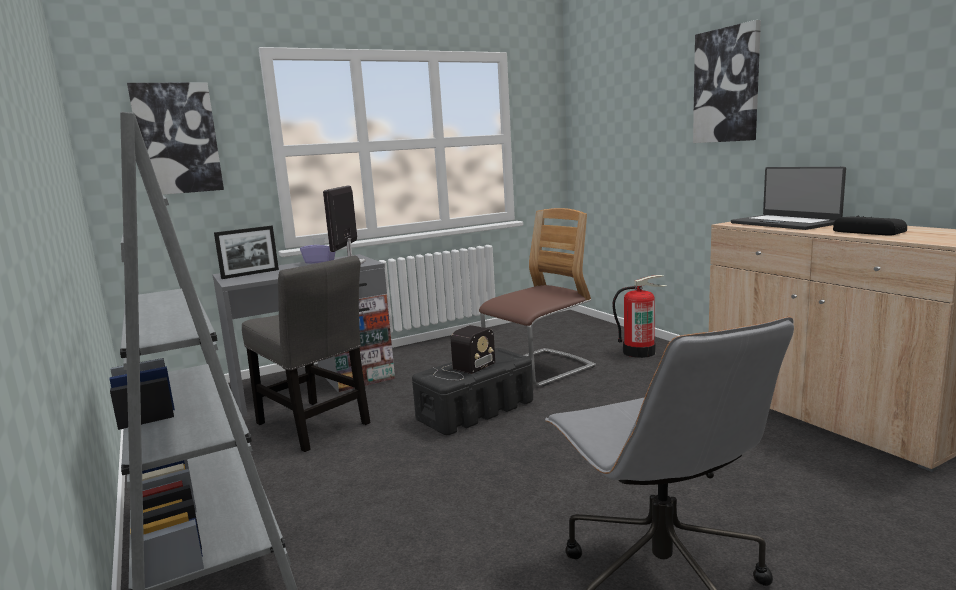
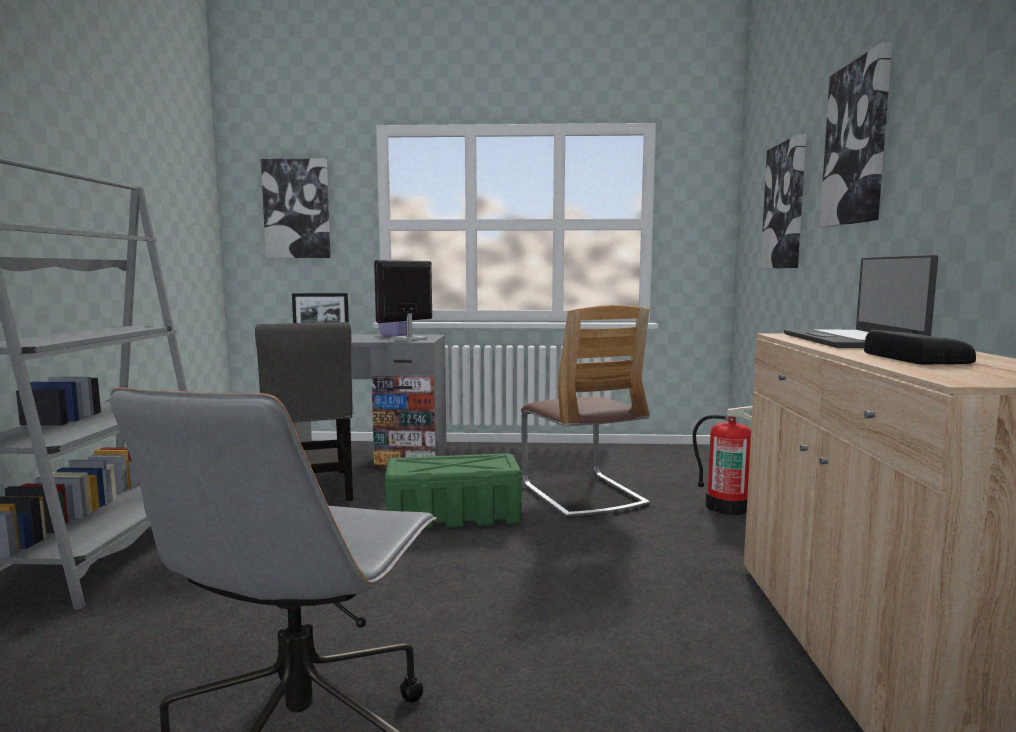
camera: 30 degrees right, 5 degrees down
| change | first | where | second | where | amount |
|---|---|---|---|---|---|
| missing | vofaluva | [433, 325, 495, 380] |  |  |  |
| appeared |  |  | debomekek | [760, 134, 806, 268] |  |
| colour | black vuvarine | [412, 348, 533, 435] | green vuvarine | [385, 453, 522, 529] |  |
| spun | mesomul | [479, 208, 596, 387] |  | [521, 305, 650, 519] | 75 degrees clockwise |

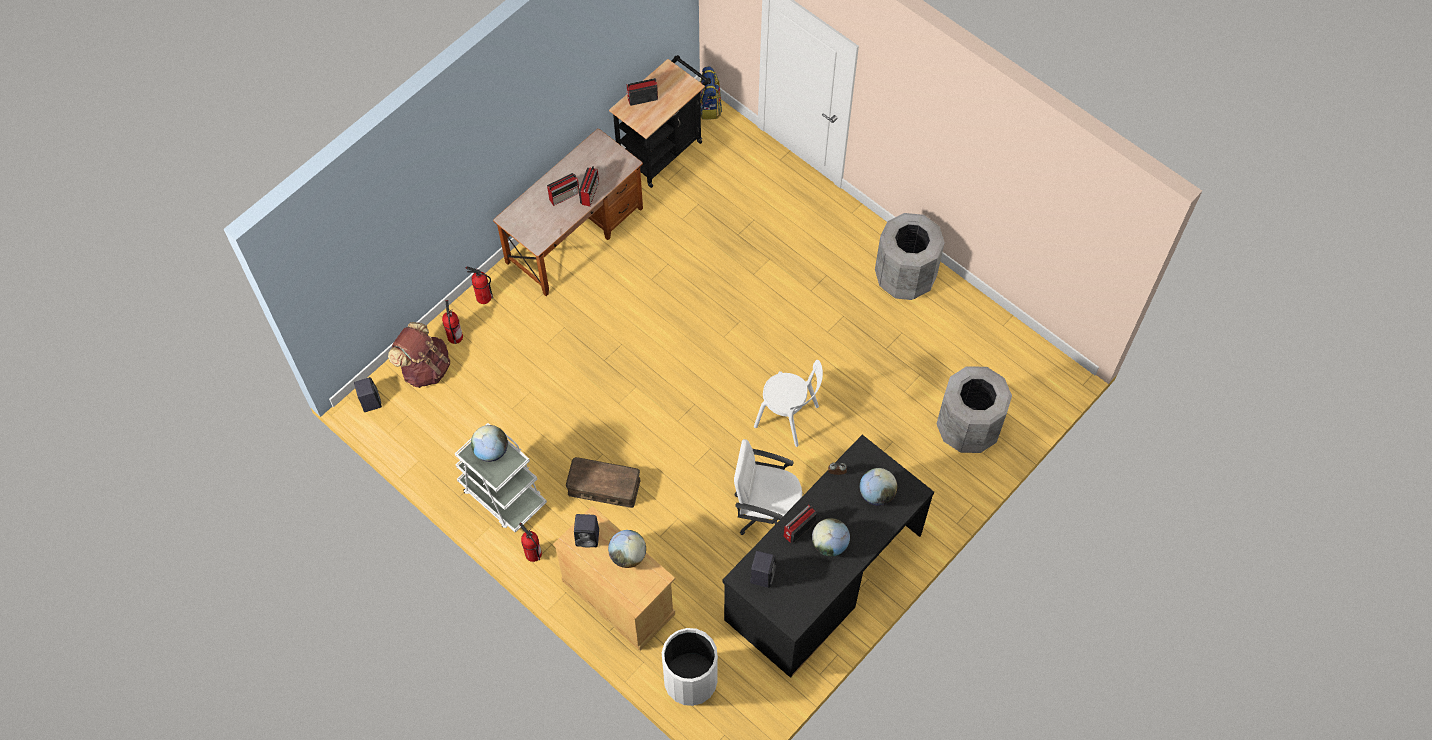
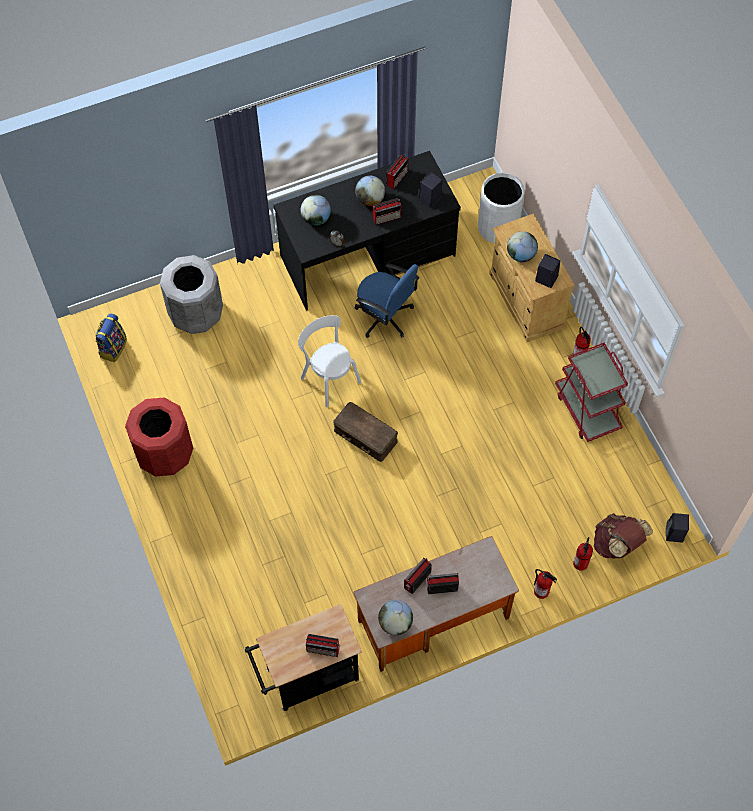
camera: 155 degrees left, 0 degrees up
| change | first | where | second | where | amount |
|---|---|---|---|---|---|
| appeared |  |  | vofaluva | [386, 154, 408, 189] |  |
| relocated | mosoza | [471, 425, 508, 462] |  | [378, 600, 413, 635] |  |
| relocated | brown vuvarine | [566, 457, 641, 508] |  | [333, 402, 398, 462] |  |
| relocated | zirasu | [700, 67, 722, 120] |  | [95, 313, 127, 362] |  |
| colour | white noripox | [455, 423, 547, 533] | red noripox | [555, 343, 628, 442] |  |
| colour | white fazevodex | [734, 439, 802, 535] | blue fazevodex | [355, 263, 419, 338] |  |
| colour | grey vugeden | [875, 213, 945, 300] | red vugeden | [125, 397, 193, 476] |  |

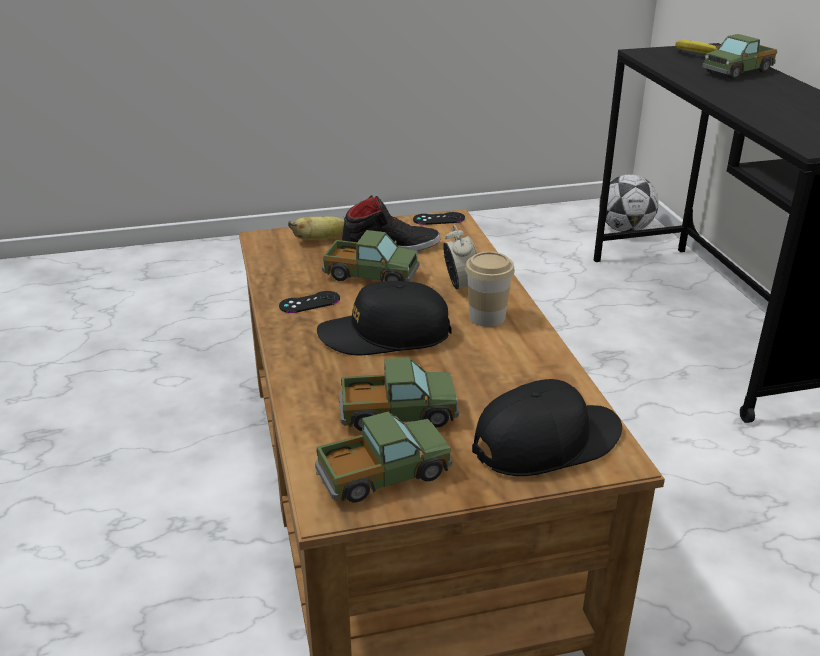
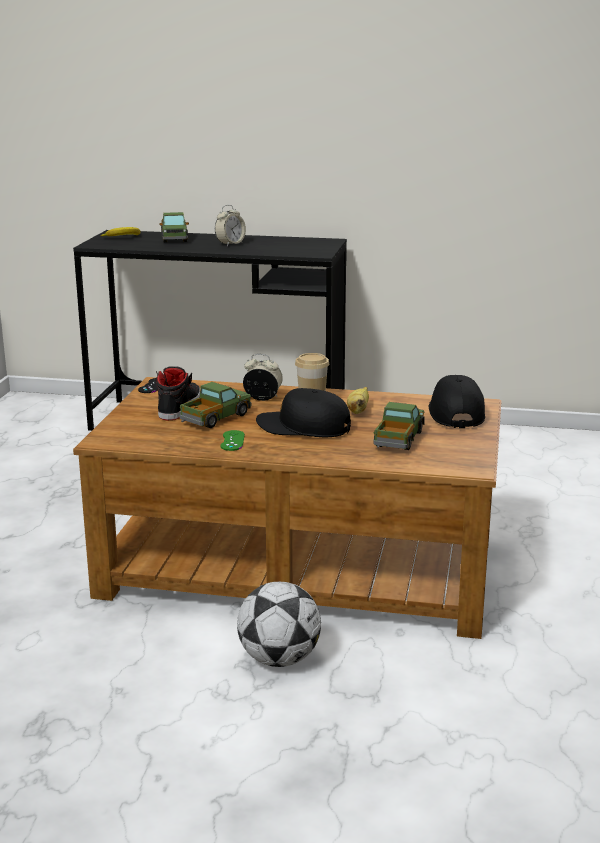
camera: 65 degrees left, 10 degrees down
| change | first | where | second | where | amount |
|---|---|---|---|---|---|
| missing | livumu | [315, 412, 452, 502] |  |  |  |
| appeared |  |  | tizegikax | [215, 205, 246, 246] |  |
| relocated | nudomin | [288, 217, 344, 240] |  | [347, 387, 369, 414] |  |
| relocated | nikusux | [599, 174, 659, 232] |  | [237, 582, 321, 667] |  |
| colour | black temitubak | [279, 291, 340, 313] | green temitubak | [220, 430, 245, 451] |  |
| spun | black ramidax | [317, 281, 452, 355] |  | [256, 388, 351, 437] | 90 degrees clockwise |

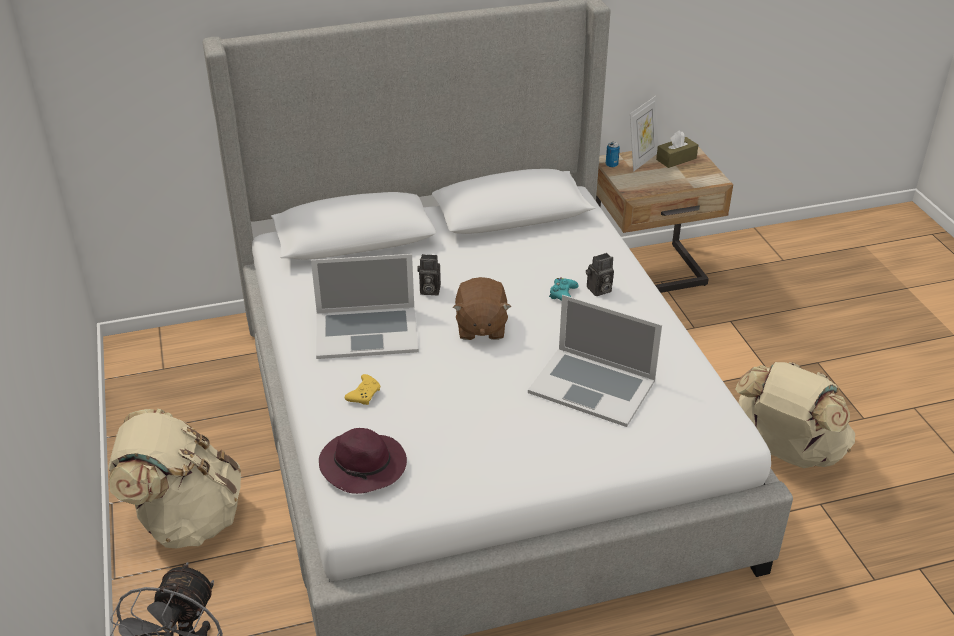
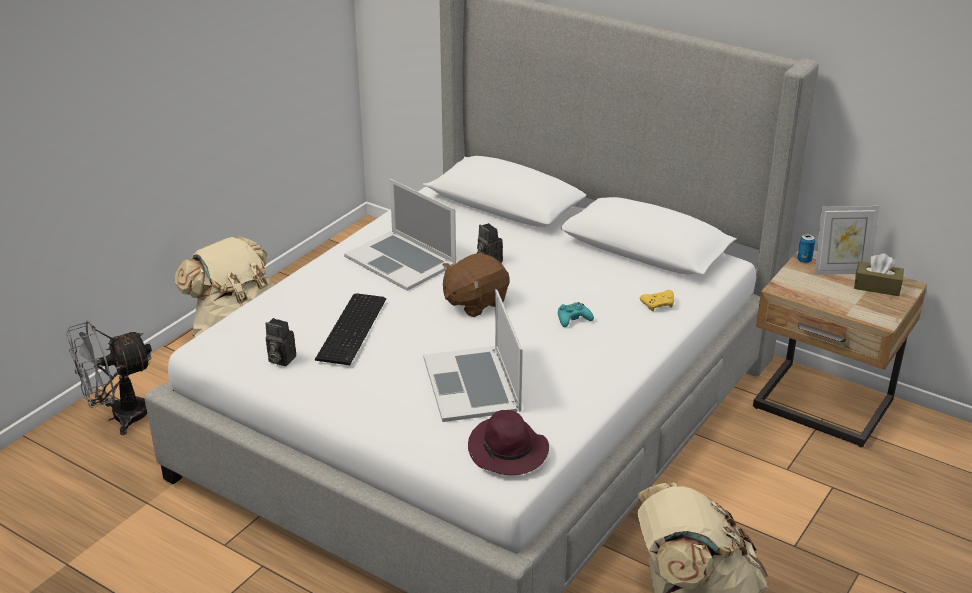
camera: 50 degrees right, 5 degrees down
| change | first | where | second | where | amount |
|---|---|---|---|---|---|
| appeared |  |  | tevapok | [315, 293, 386, 365] |  |
| relocated | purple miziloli | [319, 428, 407, 494] |  | [468, 410, 549, 475] |  |
| relocated | yellow temitubak | [345, 374, 380, 405] |  | [640, 290, 674, 311] |  |
| relocated | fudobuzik | [586, 253, 614, 296] |  | [265, 318, 296, 366] |  |

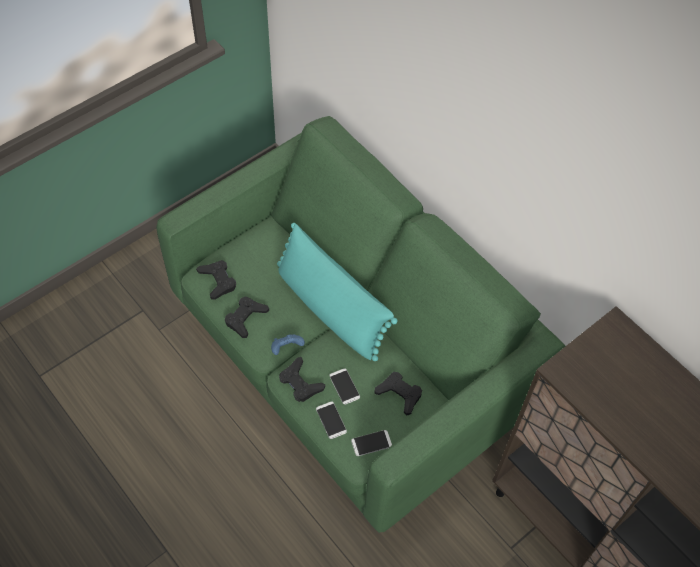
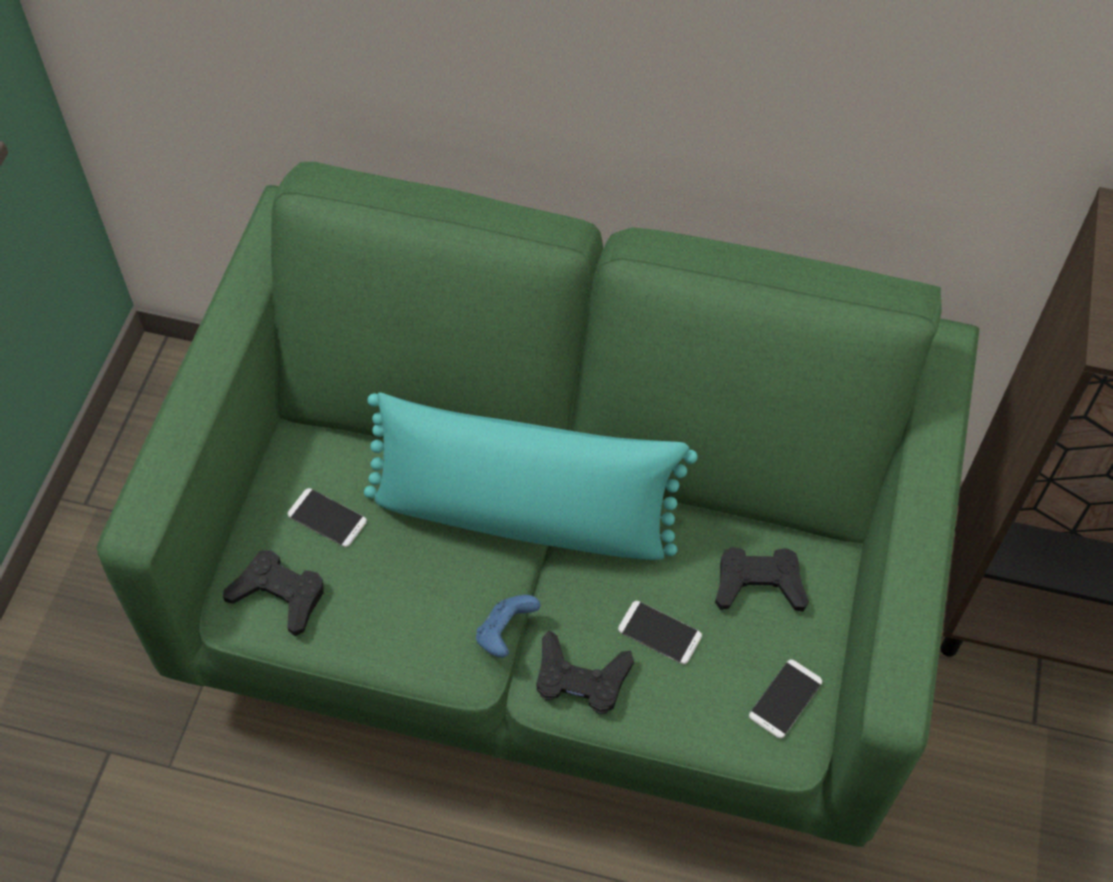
camera: 35 degrees left, 0 degrees up
| change | first | where | second | where | amount |
|---|---|---|---|---|---|
| missing | black temitubak | [225, 296, 269, 338] |  |  |  |
| relocated | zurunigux | [316, 401, 347, 439] |  | [287, 488, 367, 547] |  |

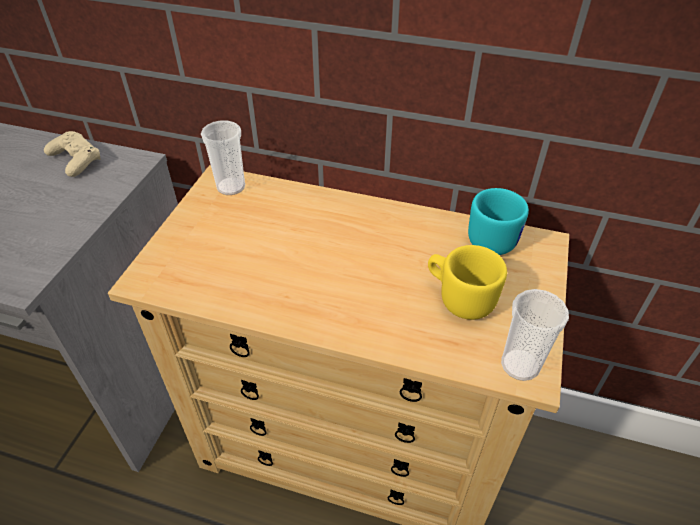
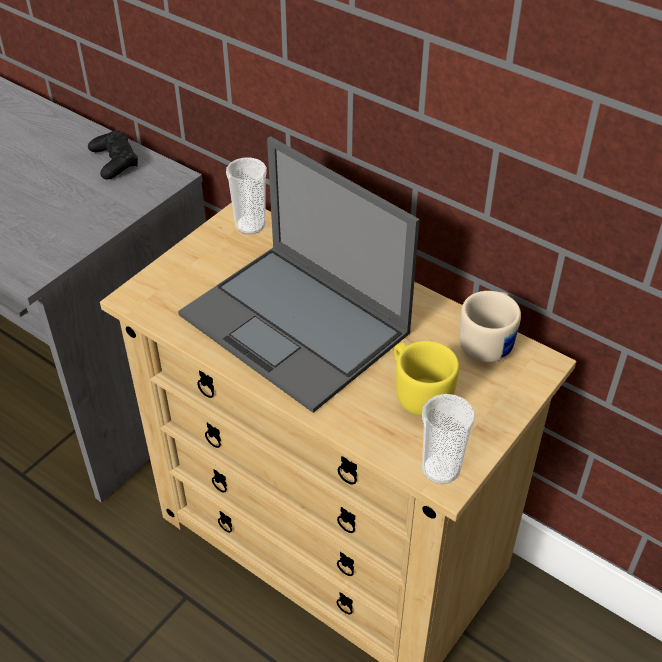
camera: 20 degrees right, 0 degrees up
| change | first | where | second | where | amount |
|---|---|---|---|---|---|
| appeared |  |  | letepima | [178, 137, 420, 413] |  |
| colour | beige temitubak | [44, 131, 100, 177] | black temitubak | [88, 131, 138, 180] |  |
| colour | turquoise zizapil | [468, 188, 529, 255] | beige zizapil | [459, 291, 521, 363] |  |

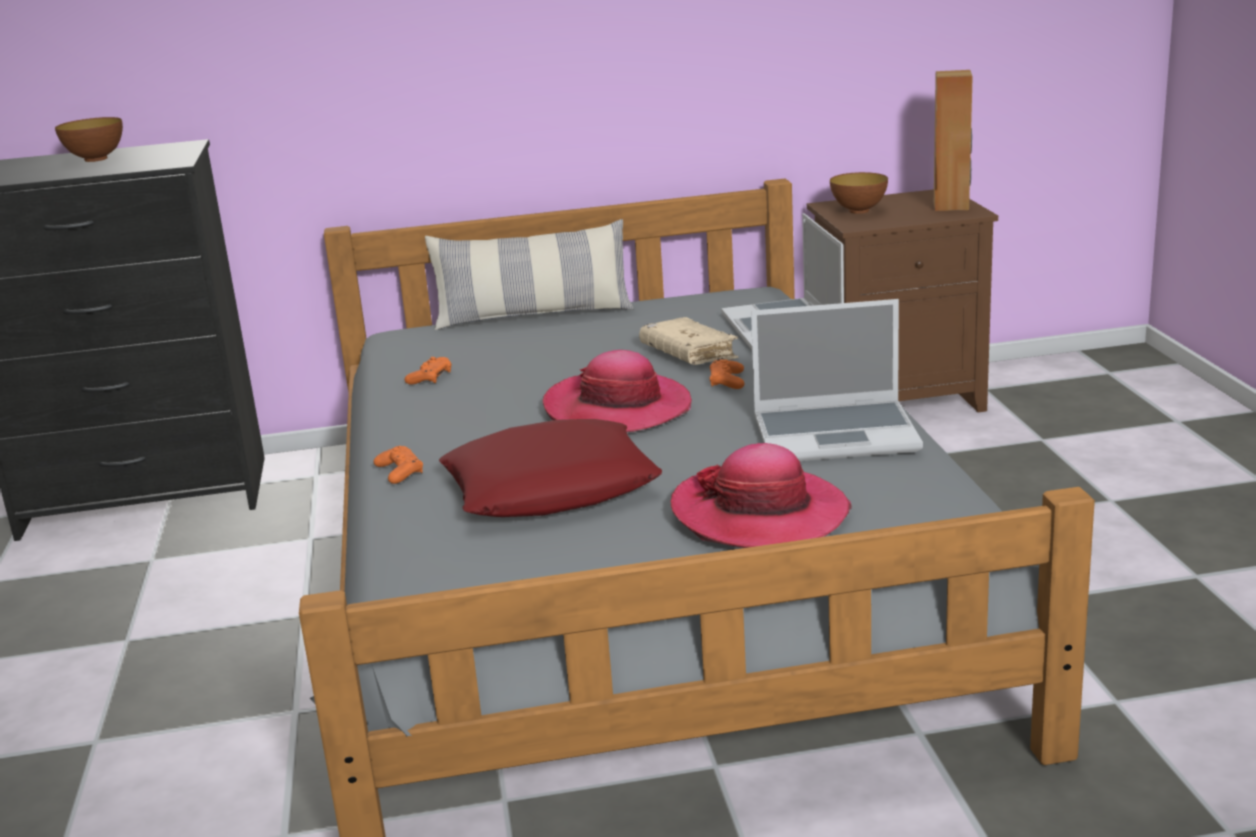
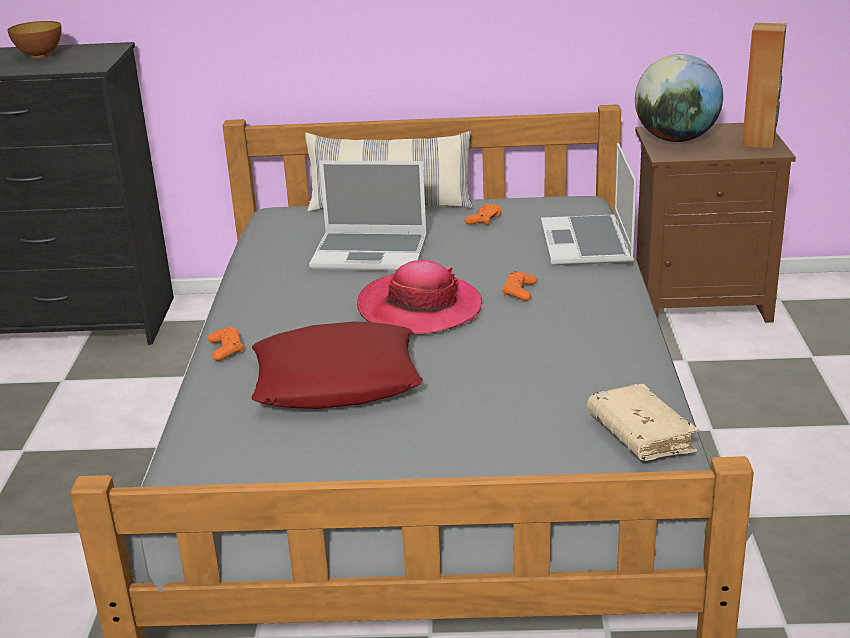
camera: 10 degrees right, 5 degrees up
| change | first | where | second | where | amount |
|---|---|---|---|---|---|
| missing | miziloli | [670, 443, 852, 548] |  |  |  |
| relocated | orange temitubak | [404, 357, 451, 384] |  | [465, 204, 502, 225] |  |
| relocated | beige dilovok | [639, 317, 739, 365] |  | [587, 383, 699, 461] |  |
| relocated | letepima | [751, 299, 923, 461] |  | [309, 161, 427, 271] |  |
| exchanged | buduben | [830, 172, 888, 214] | mosoza | [635, 54, 723, 142] |  |

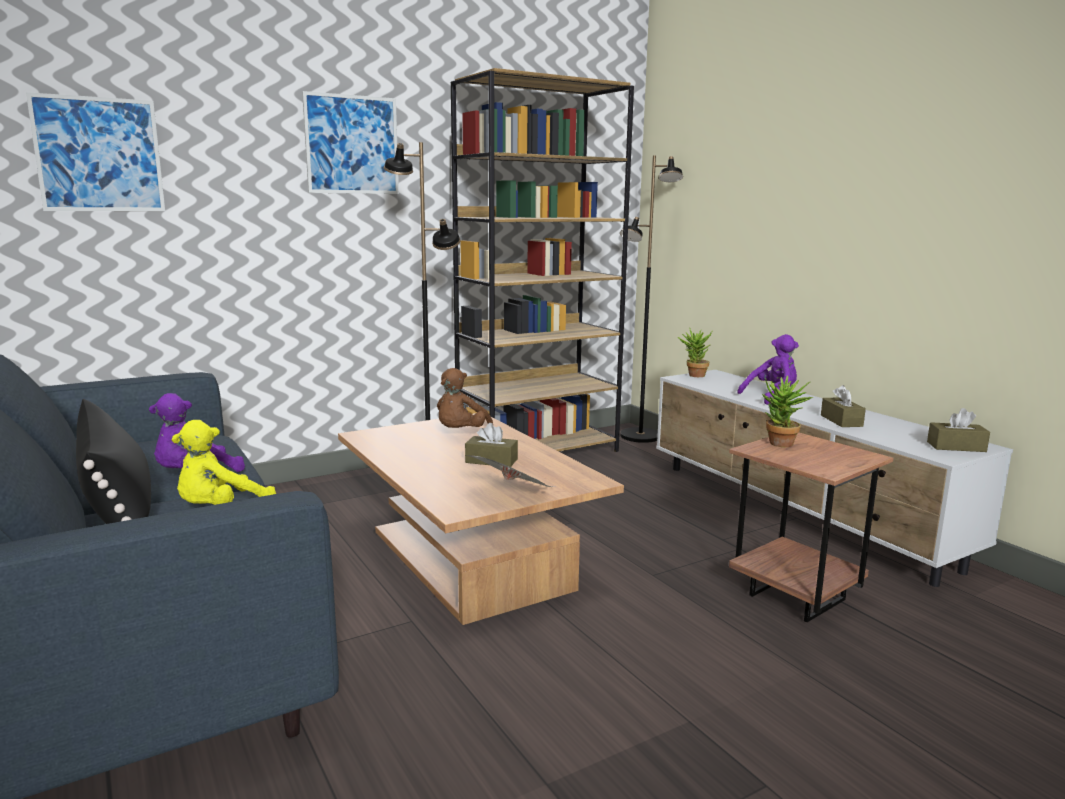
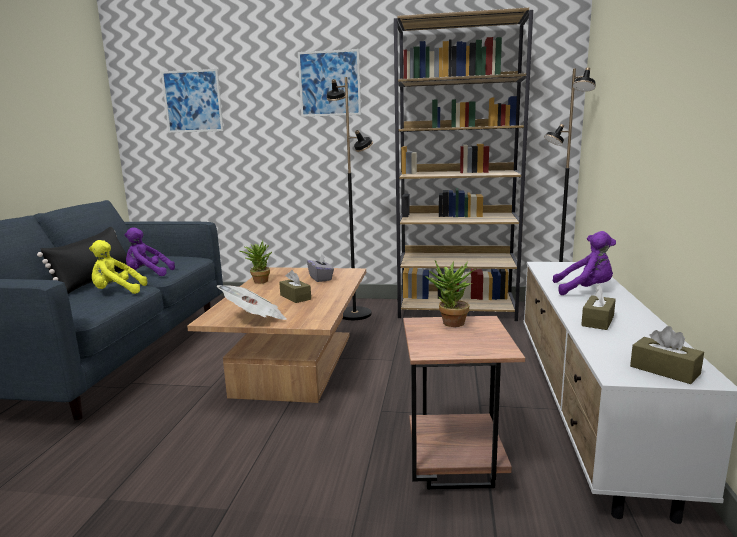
camera: 40 degrees right, 0 degrees up
| change | first | where | second | where | amount |
|---|---|---|---|---|---|
| relocated | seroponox | [677, 327, 712, 377] |  | [239, 240, 272, 284] |  |
| exchanged | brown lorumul | [437, 368, 493, 428] | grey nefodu | [307, 254, 334, 282] |  |

